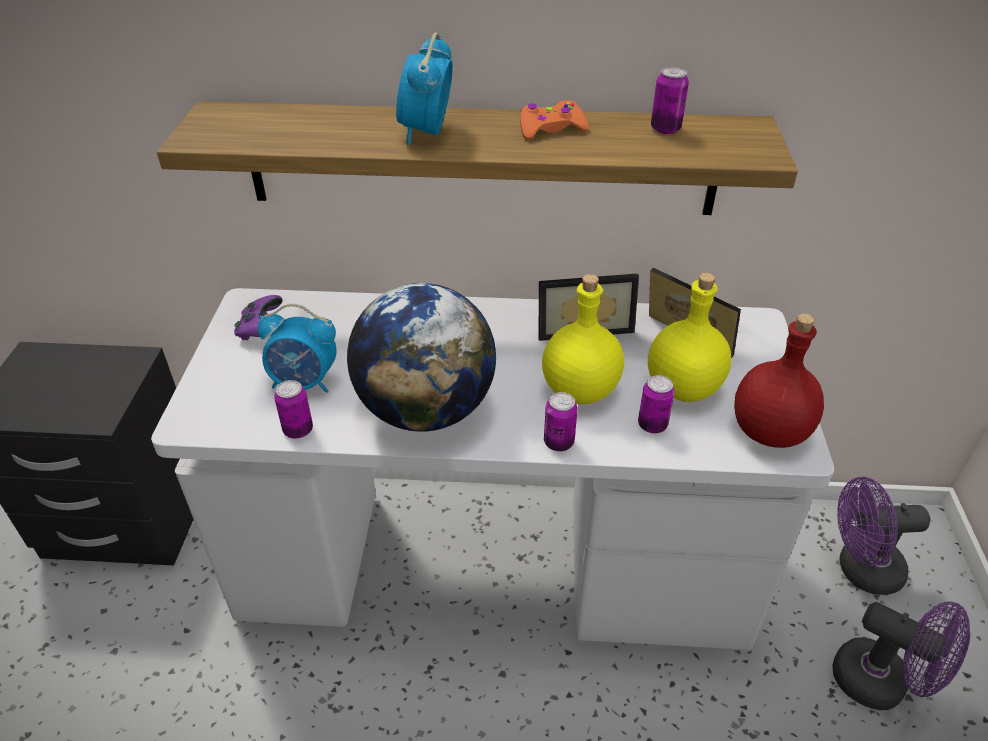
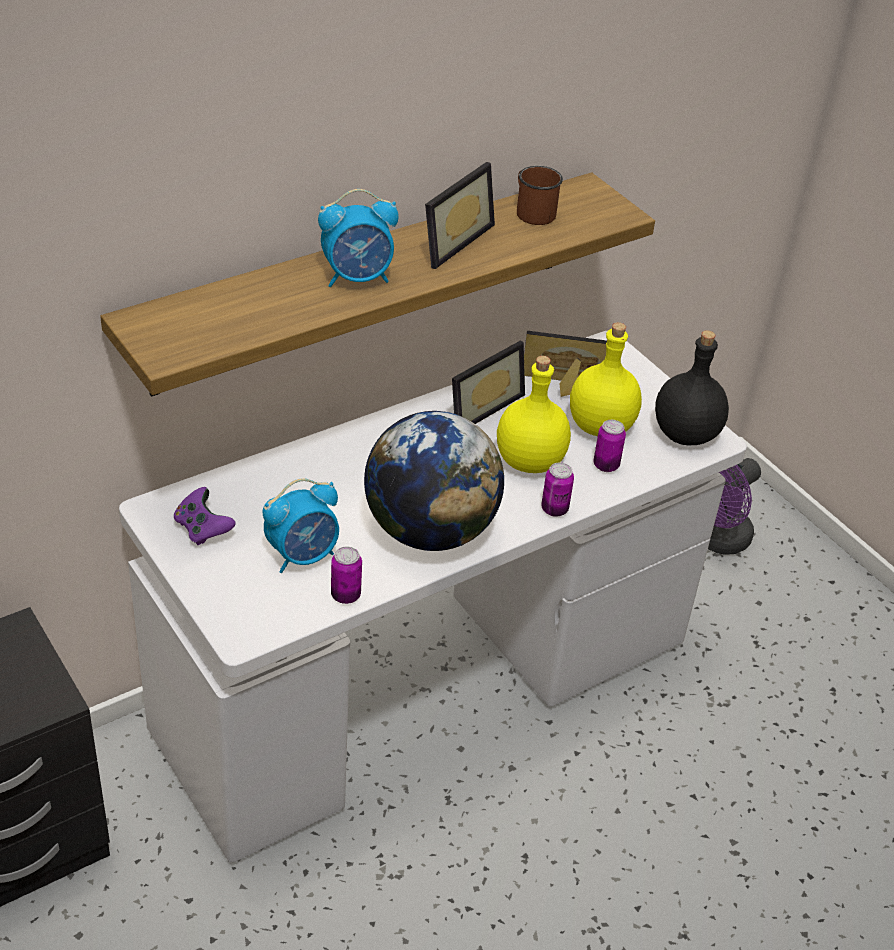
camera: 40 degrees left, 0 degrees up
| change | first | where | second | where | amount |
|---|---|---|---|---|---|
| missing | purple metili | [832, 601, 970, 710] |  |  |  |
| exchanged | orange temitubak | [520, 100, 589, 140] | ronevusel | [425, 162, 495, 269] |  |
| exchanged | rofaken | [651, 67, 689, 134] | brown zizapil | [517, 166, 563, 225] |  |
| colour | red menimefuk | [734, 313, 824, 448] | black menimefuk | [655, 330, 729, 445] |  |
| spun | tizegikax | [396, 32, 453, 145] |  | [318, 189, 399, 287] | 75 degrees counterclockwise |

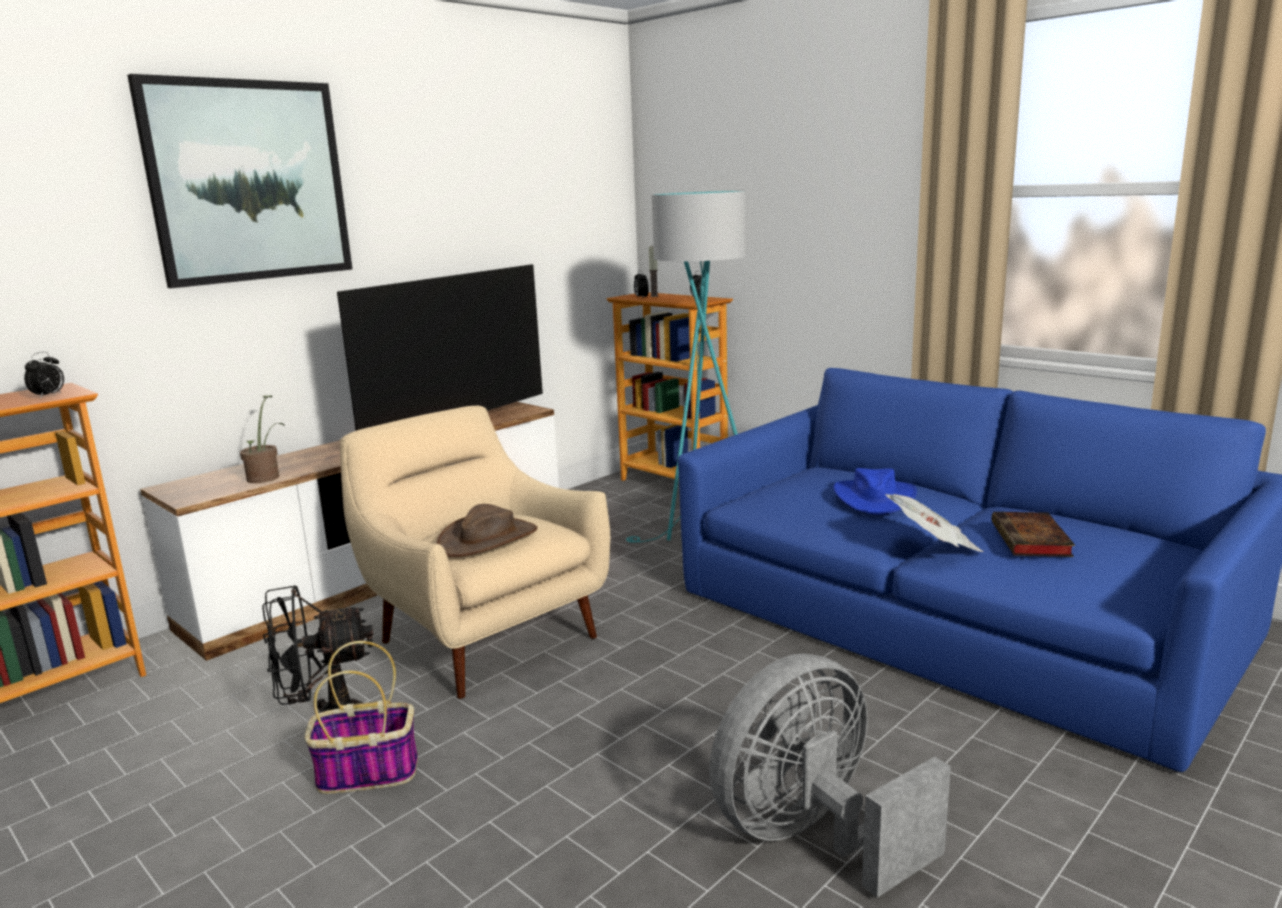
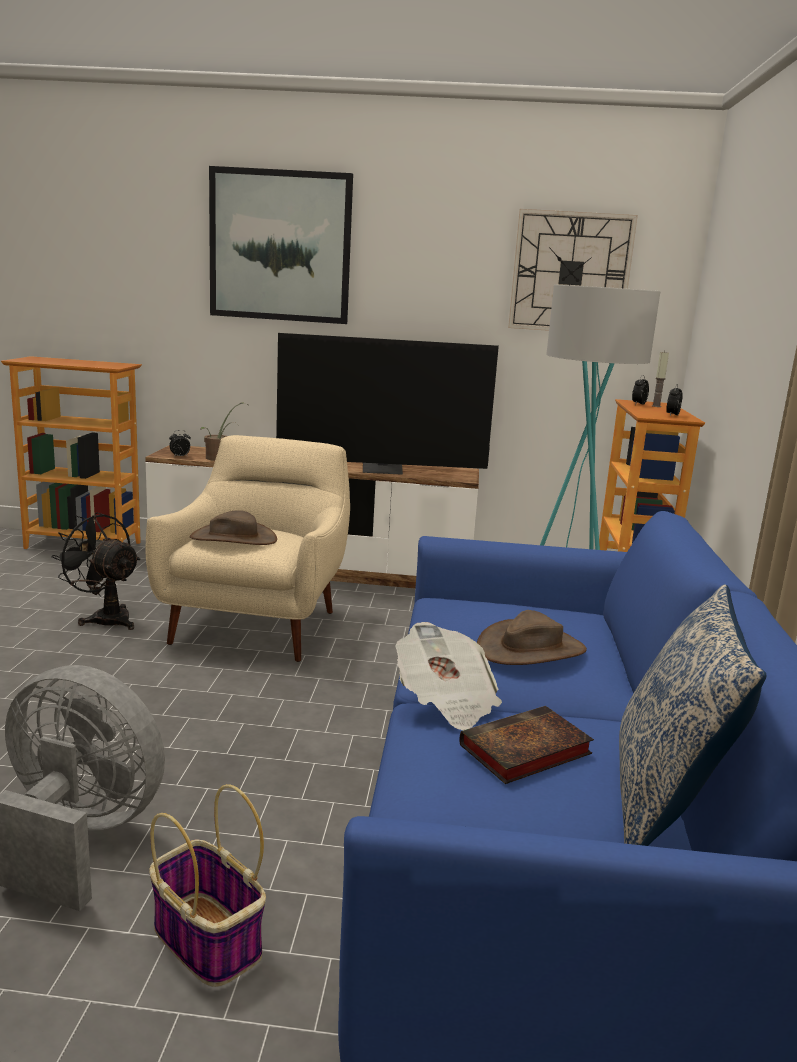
camera: 50 degrees right, 0 degrees up
| change | first | where | second | where | amount |
|---|---|---|---|---|---|
| appeared |  |  | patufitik | [508, 209, 638, 331] |  |
| appeared |  |  | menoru | [619, 584, 767, 846] |  |
| relocated | tizegikax | [24, 352, 64, 399] |  | [169, 430, 191, 458] |  |
| relocated | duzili | [305, 641, 418, 794] |  | [149, 784, 266, 987] |  |
| colour | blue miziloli | [833, 468, 917, 515] | brown miziloli | [477, 610, 587, 665] |  |

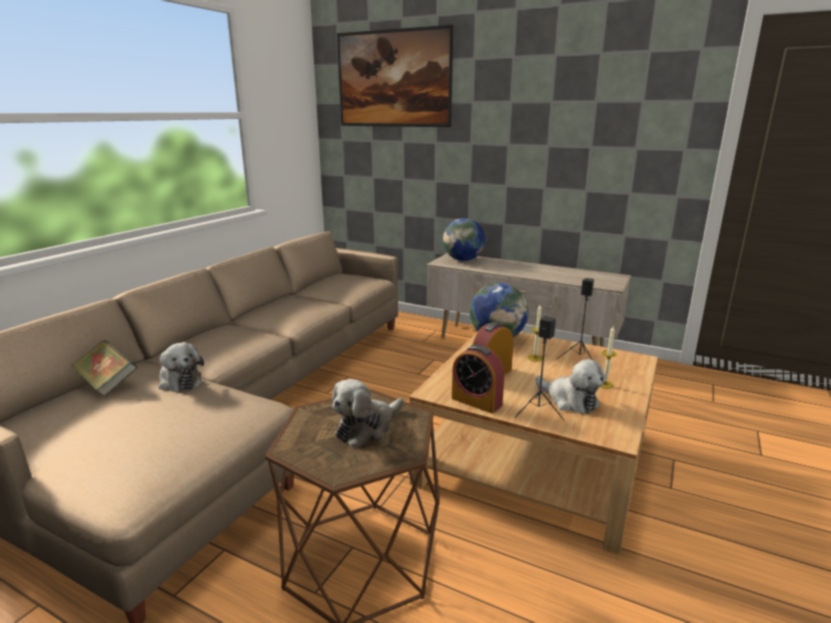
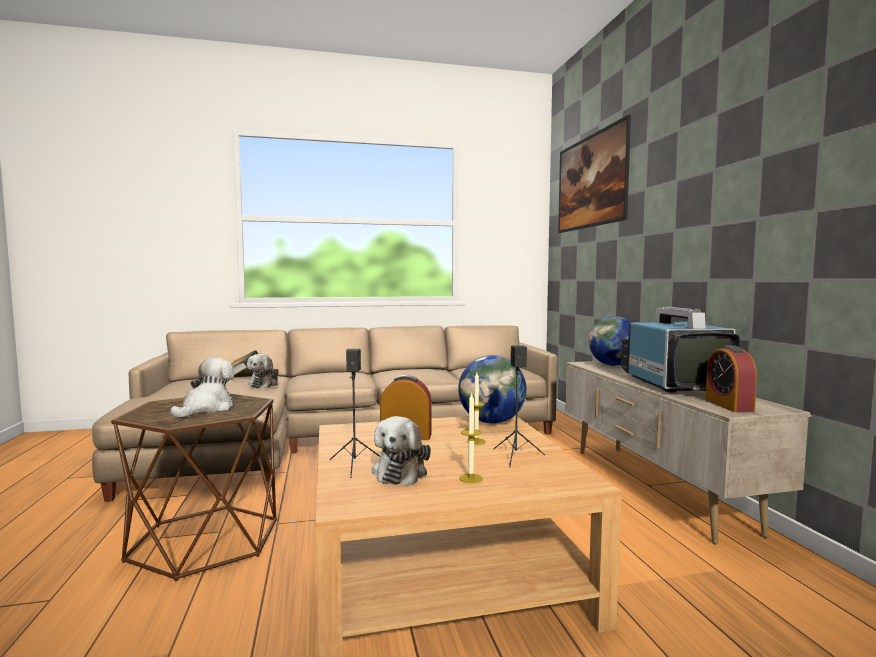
camera: 50 degrees right, 15 degrees down
| change | first | where | second | where | amount |
|---|---|---|---|---|---|
| appeared |  |  | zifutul | [621, 307, 740, 392] |  |
| relocated | tizegikax | [452, 345, 505, 414] |  | [705, 346, 757, 412] |  |
| spun | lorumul | [332, 379, 404, 448] |  | [170, 358, 234, 418] | 105 degrees clockwise |

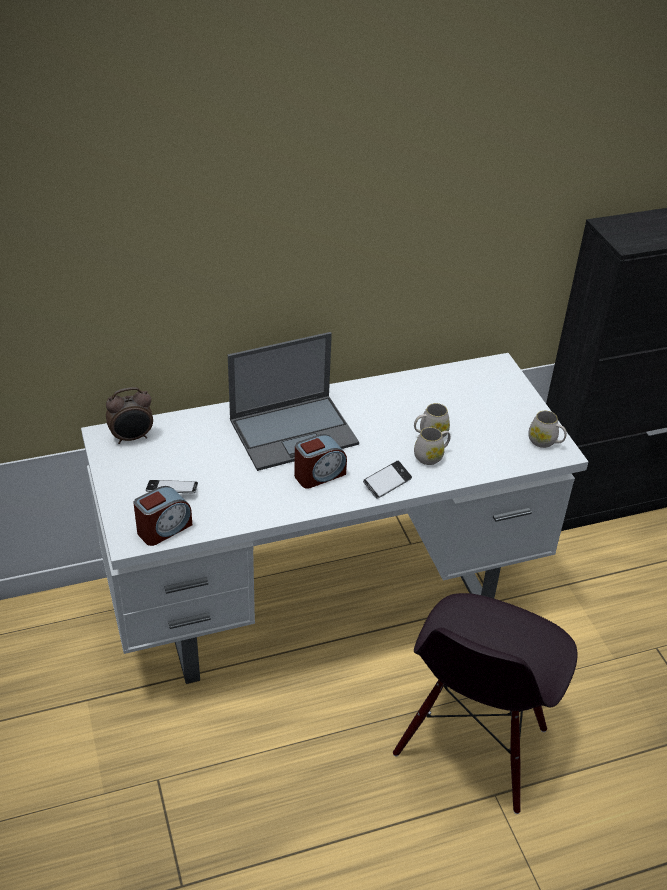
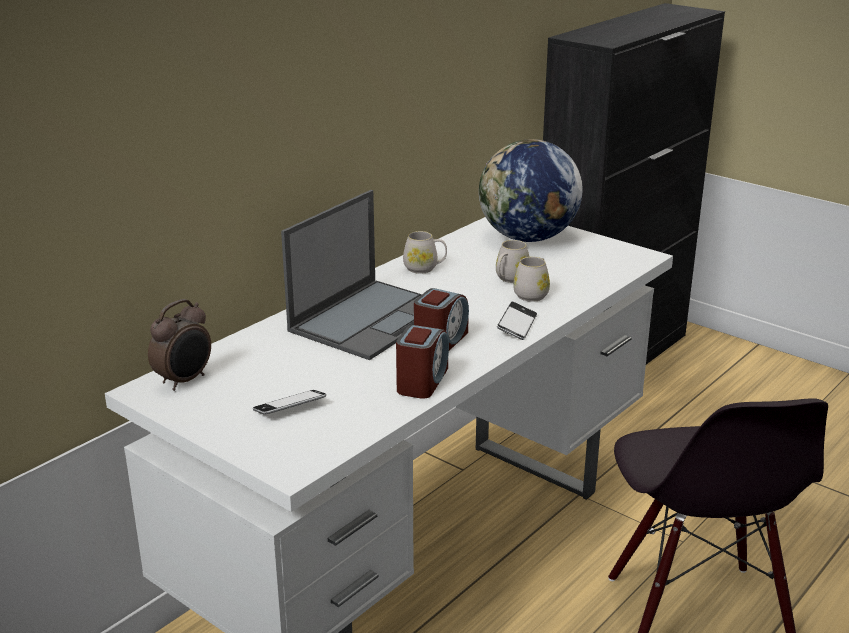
camera: 30 degrees left, 15 degrees down
| change | first | where | second | where | amount |
|---|---|---|---|---|---|
| appeared |  |  | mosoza | [479, 139, 583, 242] |  |
| relocated | tizegikax | [134, 486, 192, 546] |  | [396, 325, 449, 399] |  |
| relocated | white zizapil | [528, 411, 567, 448] |  | [403, 231, 447, 274] |  |

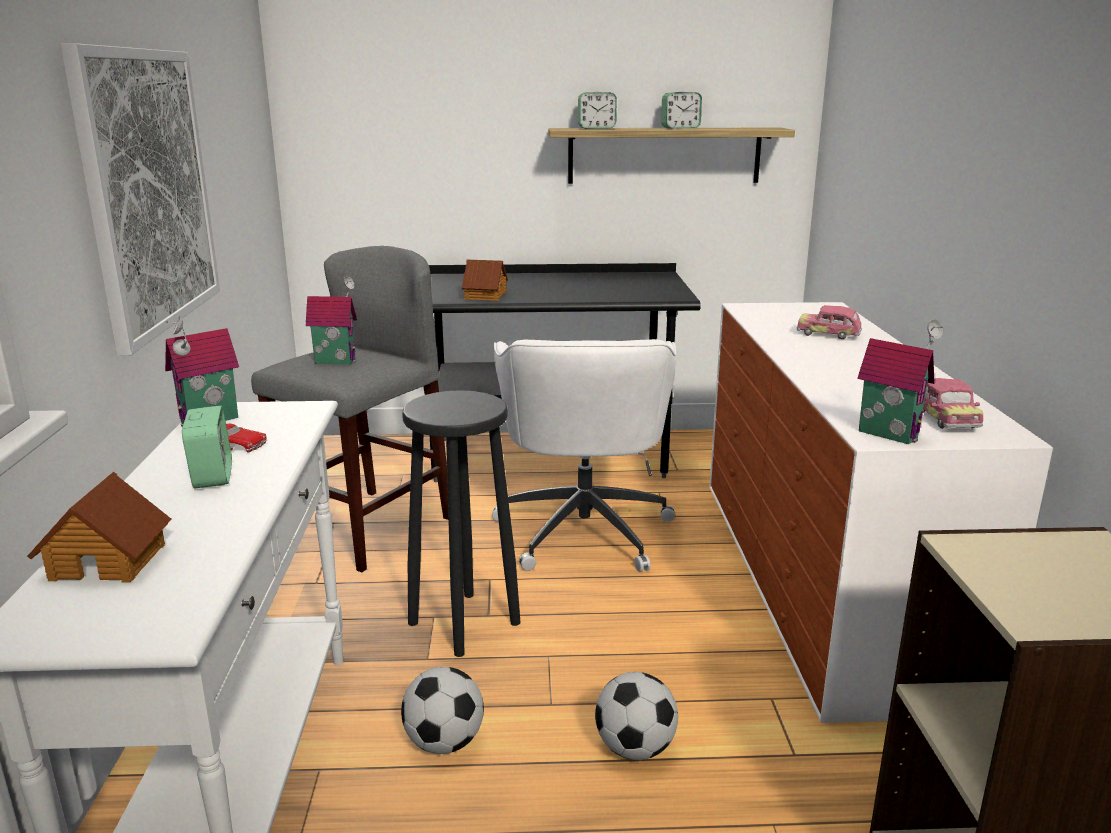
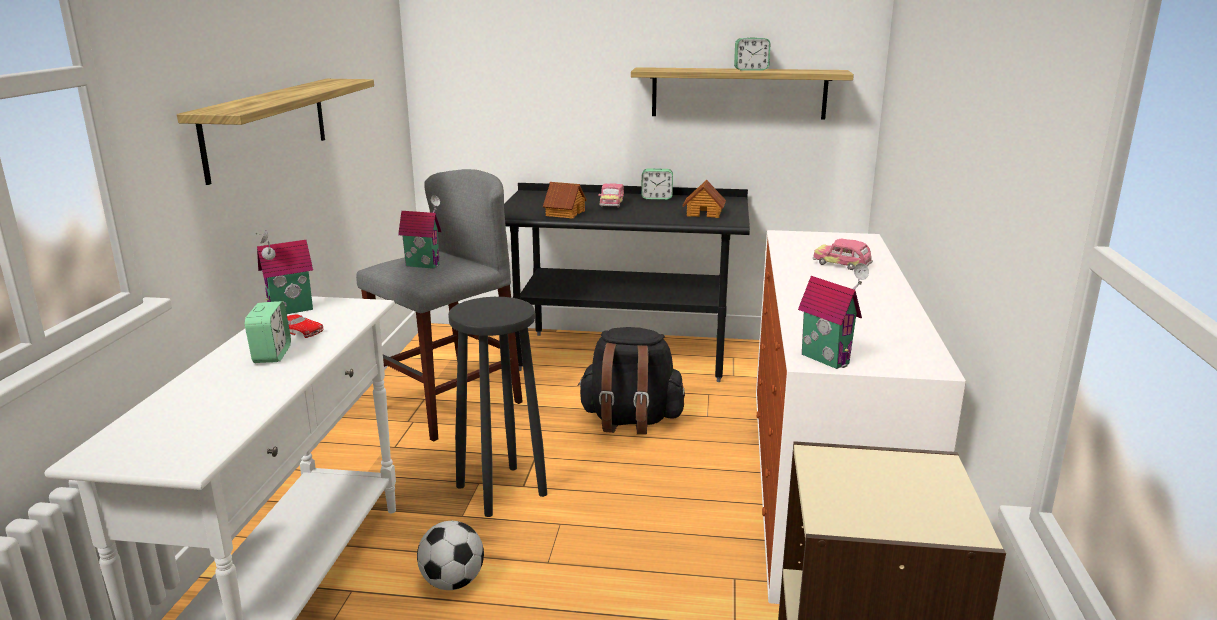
camera: 10 degrees right, 0 degrees up
| change | first | where | second | where | amount |
|---|---|---|---|---|---|
| missing | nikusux | [595, 672, 678, 760] |  |  |  |
| relocated | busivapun | [27, 472, 171, 583] |  | [682, 180, 726, 218] |  |
| relocated | tizegikax | [578, 92, 617, 129] |  | [641, 169, 673, 200] |  |
| relocated | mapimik | [923, 378, 983, 429] |  | [598, 183, 624, 208] |  |
| exchanged | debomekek | [60, 43, 220, 356] | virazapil | [177, 79, 374, 185] |  |
| exchanged | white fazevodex | [492, 339, 676, 572] | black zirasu | [577, 327, 685, 435] |  |

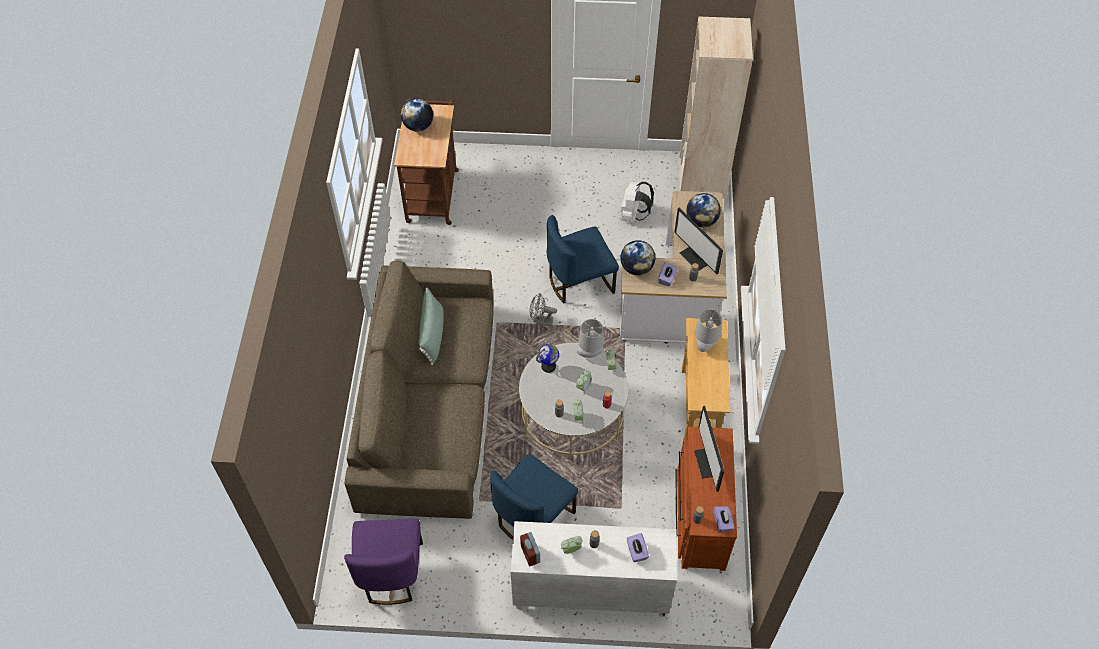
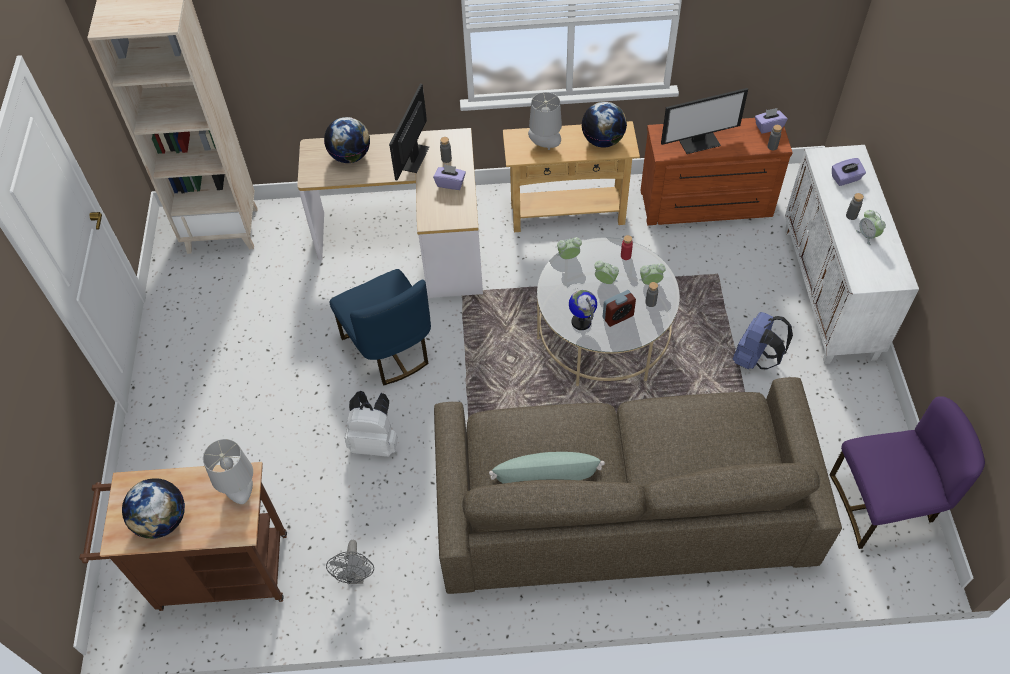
camera: 95 degrees left, 0 degrees up
| change | first | where | second | where | amount |
|---|---|---|---|---|---|
| relocated | tizegikax | [520, 532, 540, 566] |  | [603, 290, 636, 327] |  |
| relocated | grey metili | [530, 293, 557, 326] |  | [326, 540, 374, 584] |  |
| relocated | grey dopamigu | [577, 319, 604, 358] |  | [203, 439, 253, 504] |  |
| relocated | white zirasu | [619, 182, 654, 222] |  | [344, 391, 398, 457] |  |
| relocated | mosoza | [620, 240, 656, 275] |  | [581, 102, 627, 147] |  |
| exchanged | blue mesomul | [490, 454, 578, 540] | blue zirasu | [733, 312, 793, 370] |  |
| spun | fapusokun | [674, 208, 723, 274] |  | [389, 84, 429, 181] | 150 degrees clockwise |

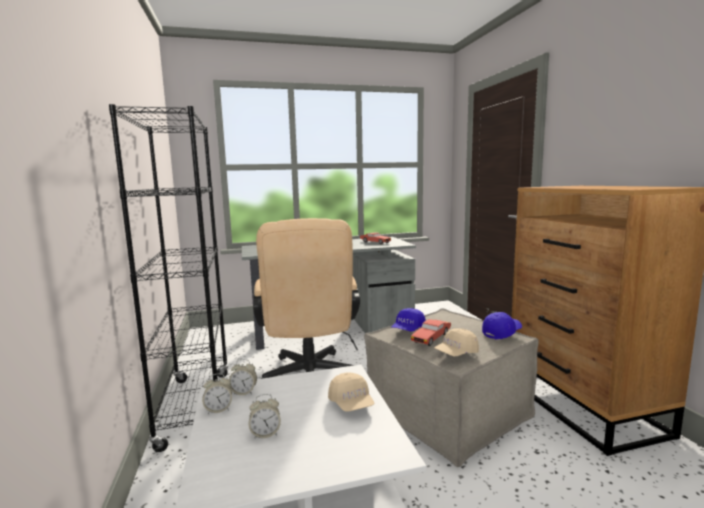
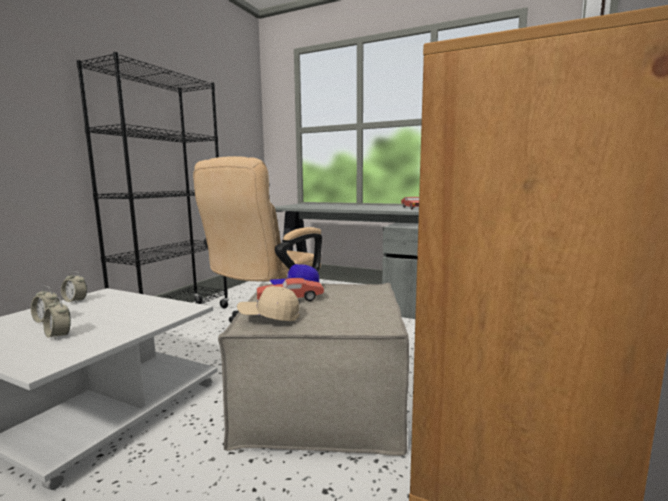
camera: 40 degrees right, 0 degrees up
| change | first | where | second | where | amount |
|---|---|---|---|---|---|
| missing | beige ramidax | [328, 372, 375, 411] |  |  |  |
| missing | blue ramidax | [482, 312, 522, 339] |  |  |  |
| relocated | tizegikax | [229, 359, 257, 395] |  | [43, 297, 71, 340] |  |

